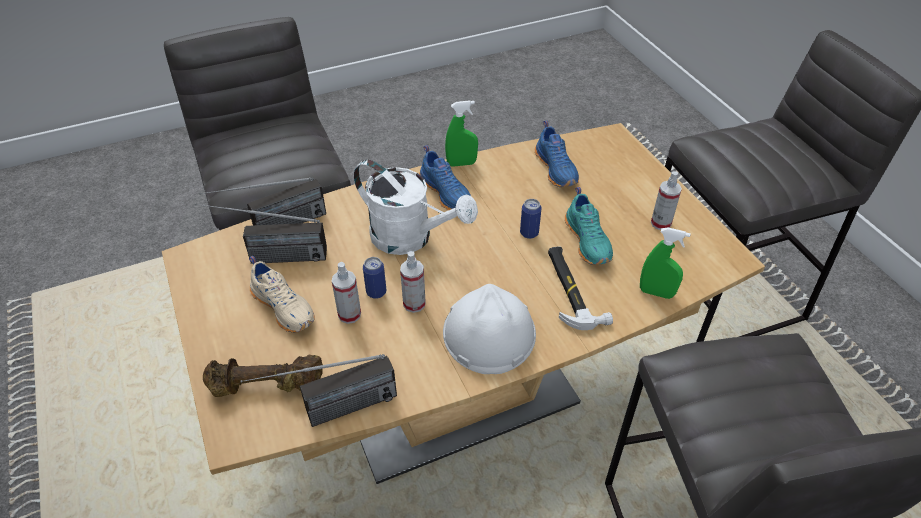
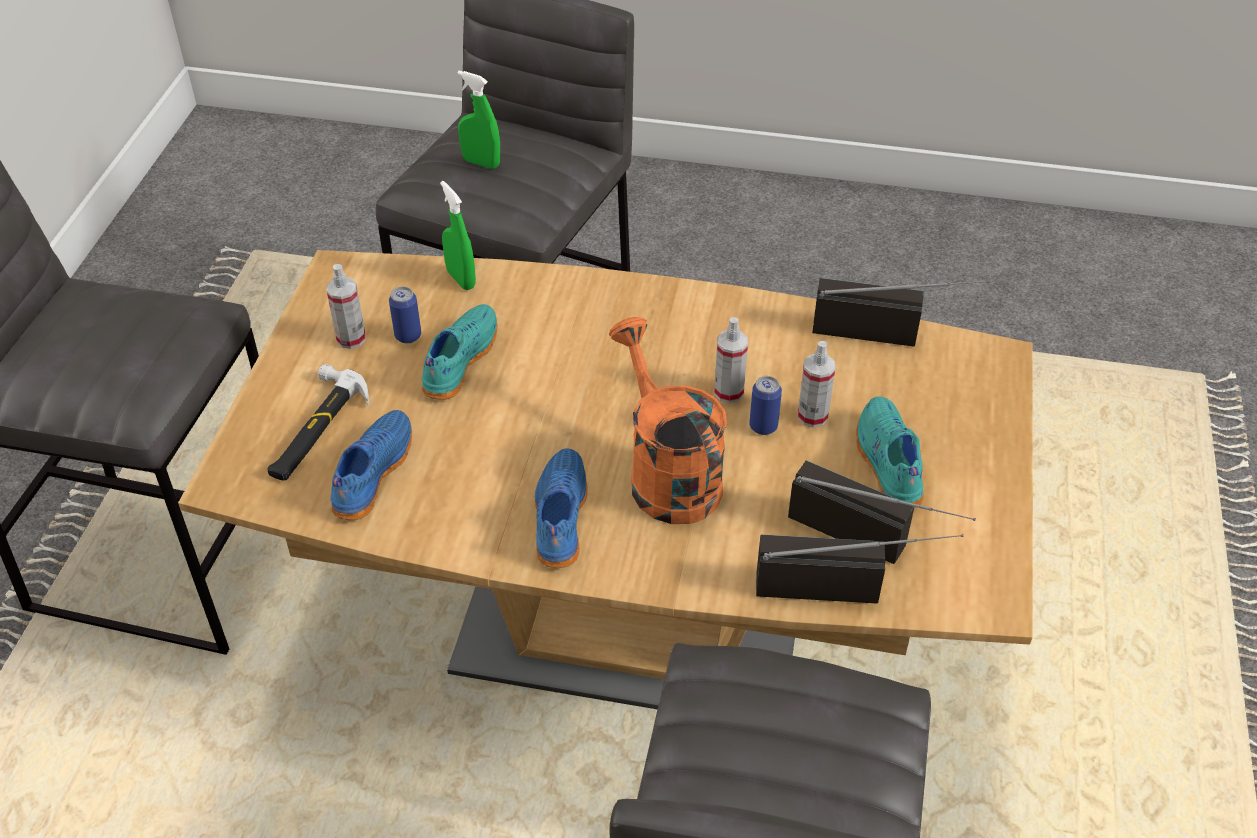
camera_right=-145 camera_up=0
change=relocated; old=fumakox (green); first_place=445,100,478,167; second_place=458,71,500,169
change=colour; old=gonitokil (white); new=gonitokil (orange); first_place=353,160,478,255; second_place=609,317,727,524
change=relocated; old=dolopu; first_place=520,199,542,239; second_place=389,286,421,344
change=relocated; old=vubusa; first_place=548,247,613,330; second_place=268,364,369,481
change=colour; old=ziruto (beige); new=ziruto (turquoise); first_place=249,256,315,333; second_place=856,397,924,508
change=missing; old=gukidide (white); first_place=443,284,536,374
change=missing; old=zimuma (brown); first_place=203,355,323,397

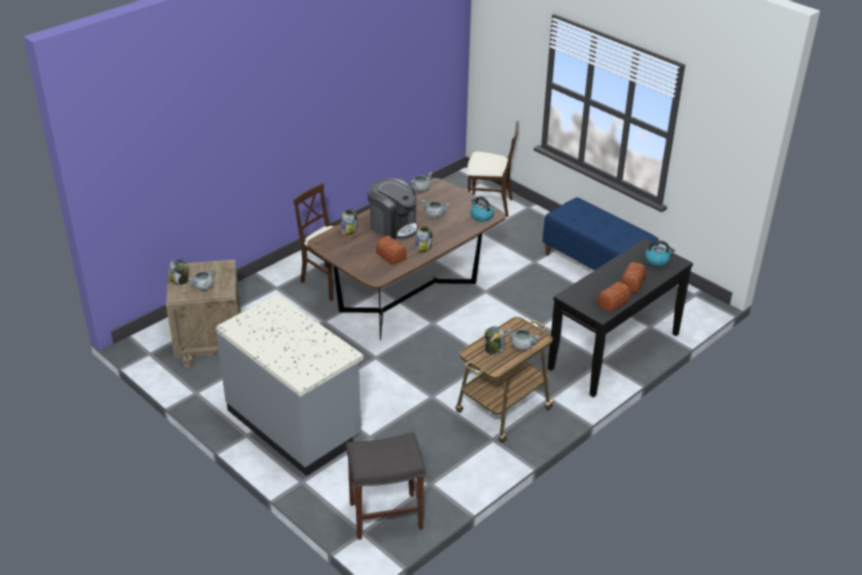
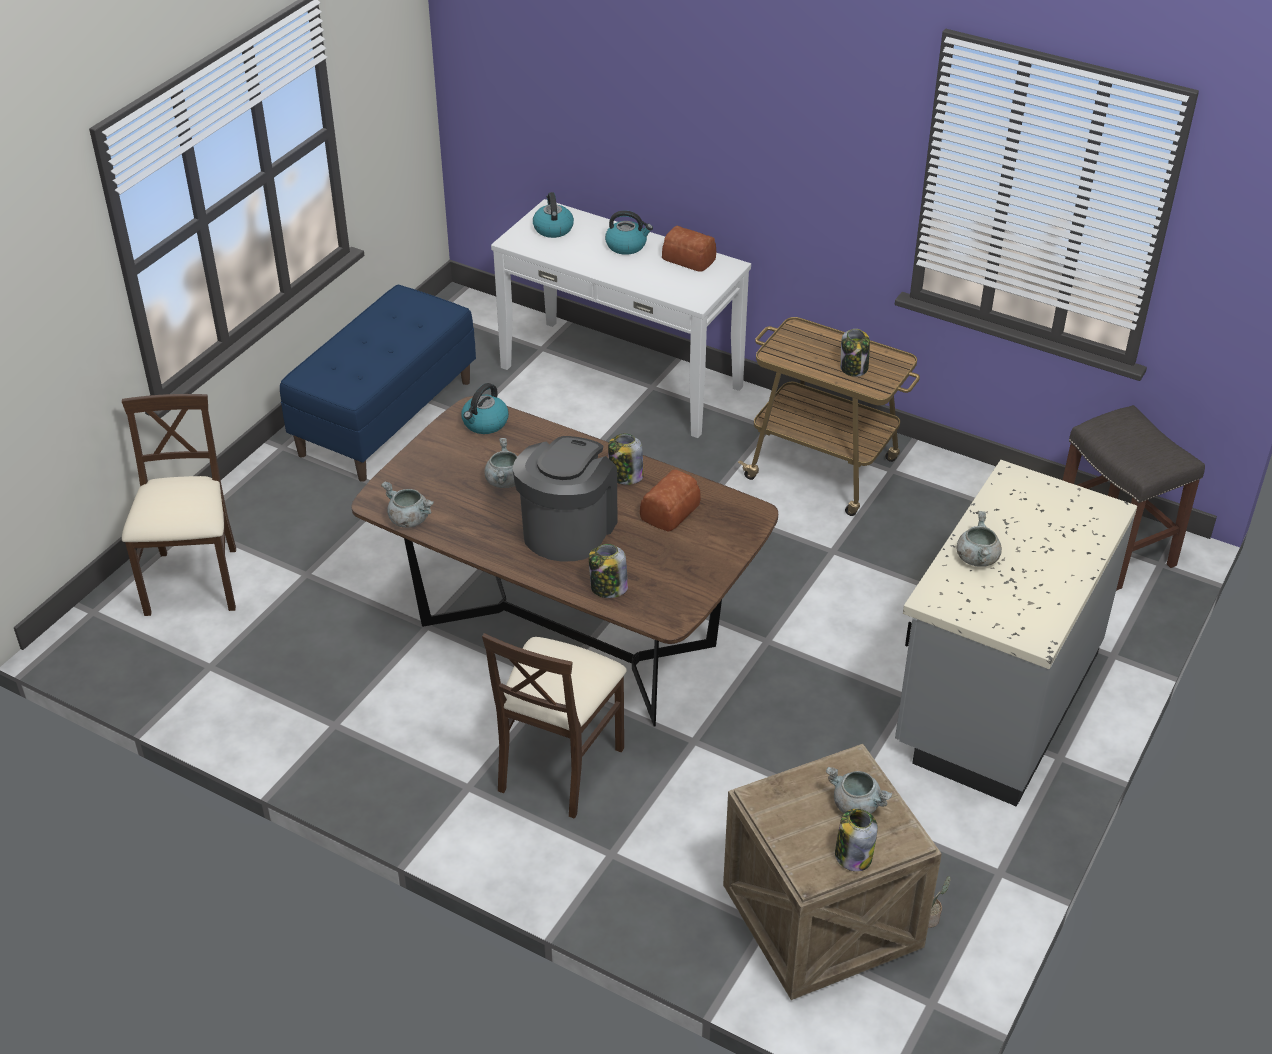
camera_right=-105 camera_up=5
change=colour; old=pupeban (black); new=pupeban (white); first_place=548,239,693,397; second_place=491,199,751,438
change=exchanged; old=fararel; new=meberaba; first_place=620,262,646,292; second_place=605,210,653,255
change=relocated; old=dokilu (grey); first_place=507,329,539,350; second_place=957,511,1002,567

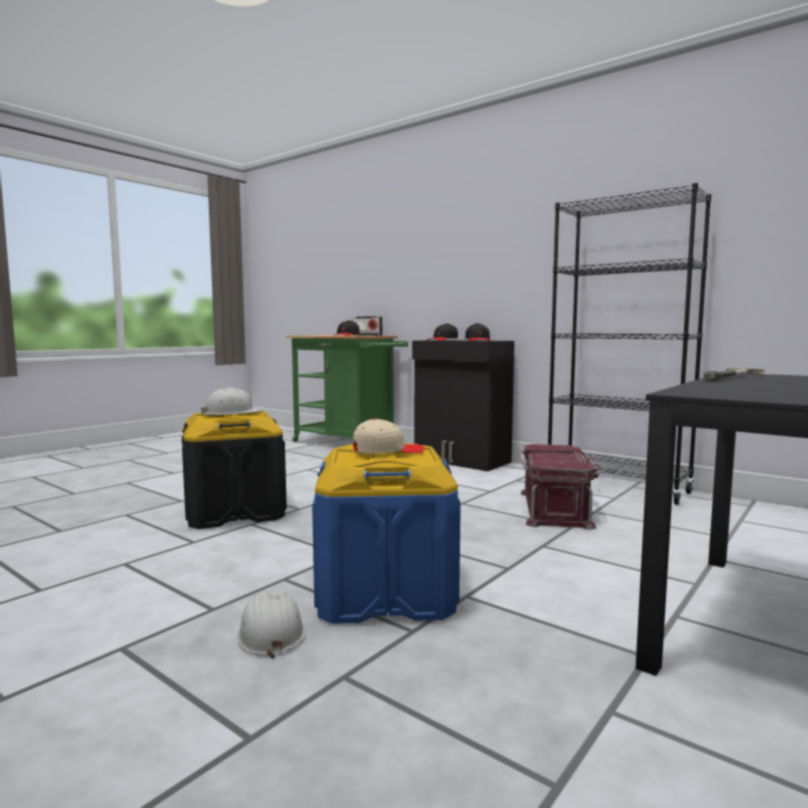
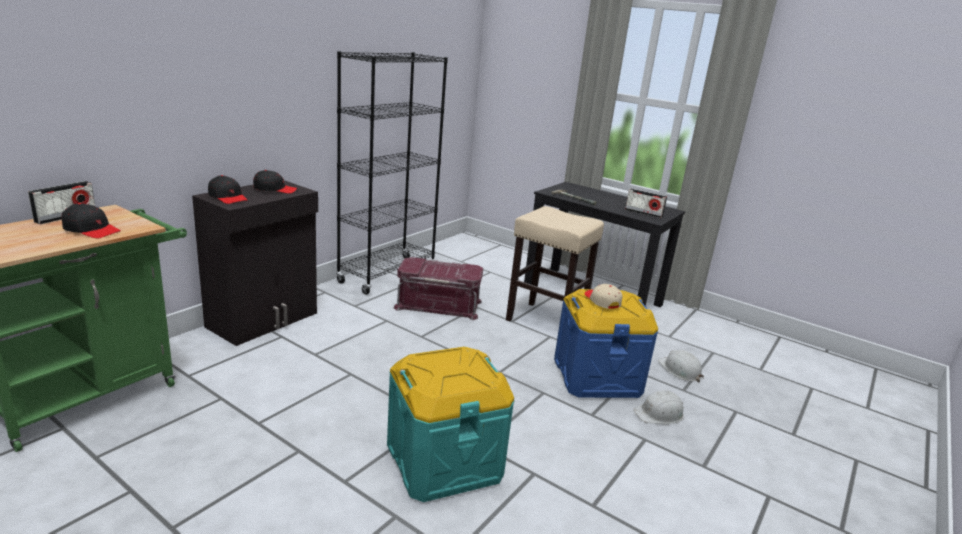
camera_right=-95 camera_up=15
change=relocated; old=gukidide (white); first_place=201,388,262,415; second_place=658,350,704,382
change=colour; old=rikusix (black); new=rikusix (turquoise); first_place=182,410,287,529; second_place=387,347,514,502
change=appeared; new=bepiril; second_place=625,189,667,218
change=appeared; new=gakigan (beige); second_place=506,206,604,322

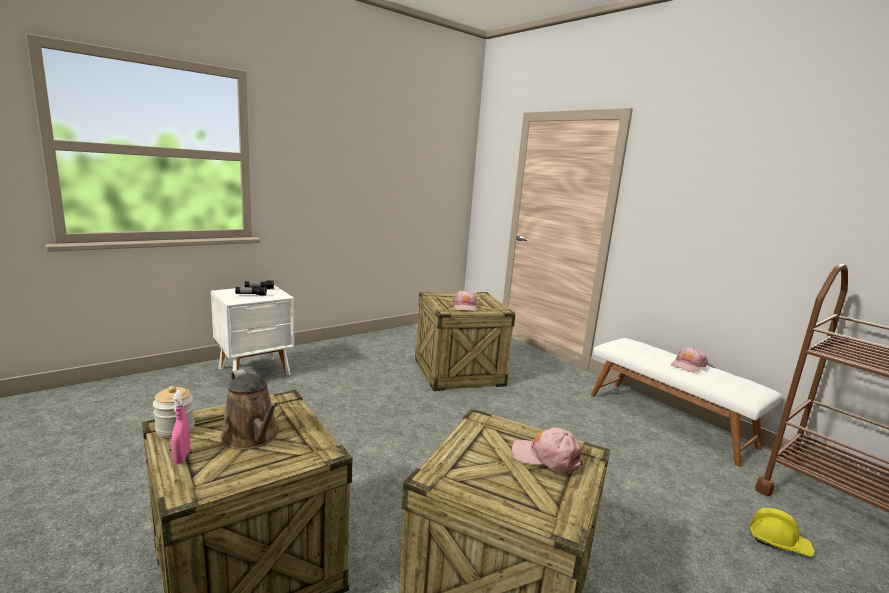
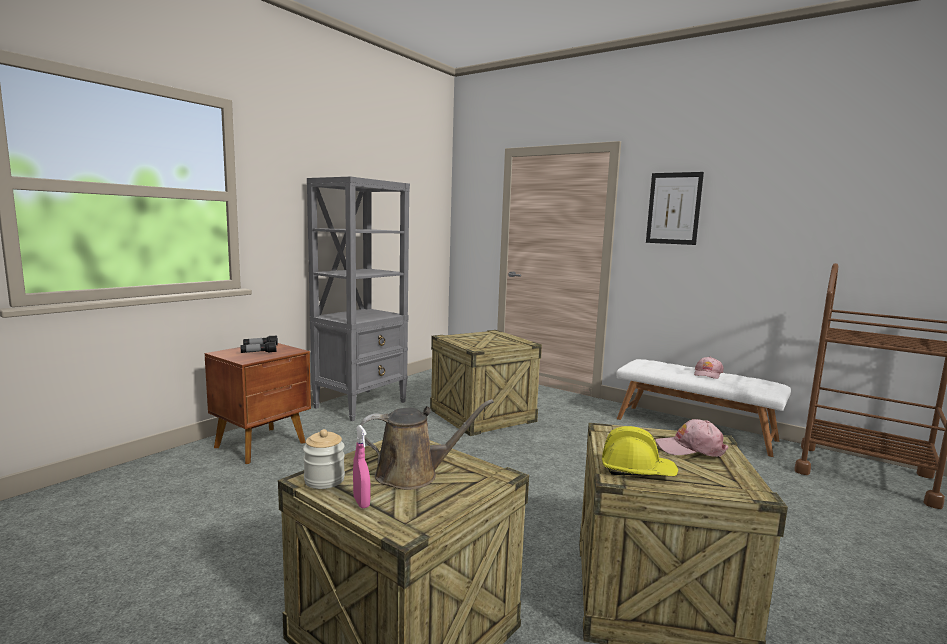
camera_right=-15 camera_up=-5
change=colour; old=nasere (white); new=nasere (brown); first_place=211,285,295,376; second_place=205,343,311,464
change=missing; old=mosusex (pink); first_place=452,290,477,312
change=spun; old=gonitokil (brown); first_place=220,369,279,450; second_place=360,399,494,490; degrees=-45
change=relocated; old=gukidide (yellow); first_place=750,508,815,557; second_place=602,426,678,476
change=appeared; new=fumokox; second_place=646,172,704,245
change=appeared; new=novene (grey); second_place=307,176,410,421

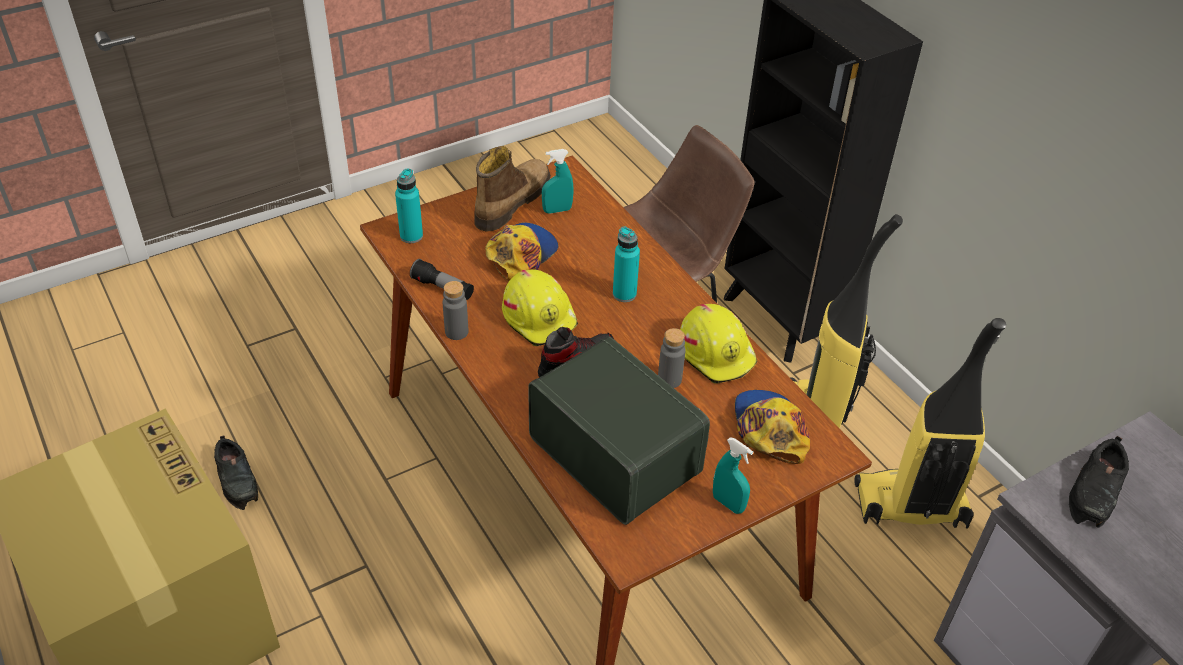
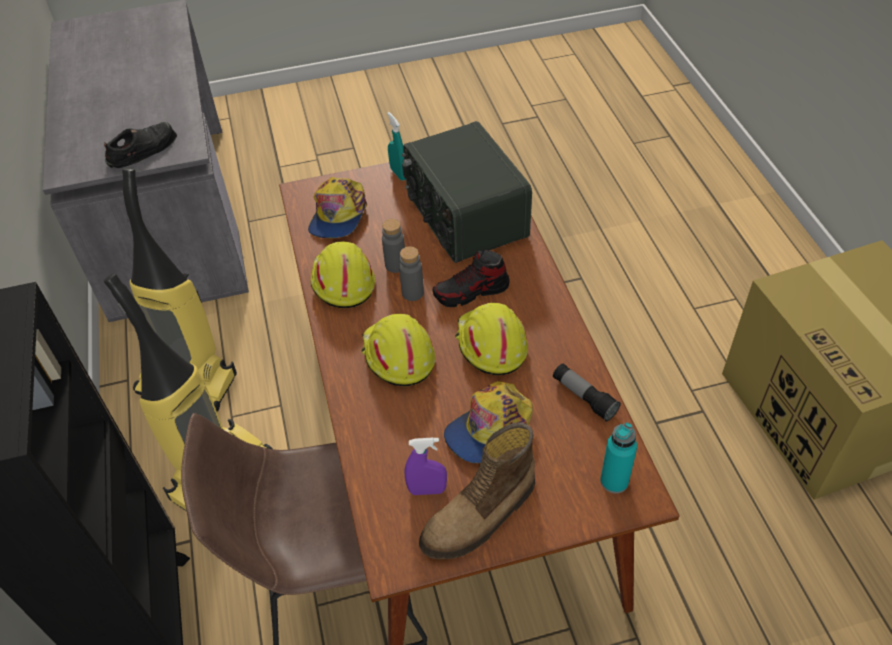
camera_right=-160 camera_up=5
change=colour; old=fumakox (turquoise); new=fumakox (purple); first_place=542,149,574,214; second_place=404,438,447,495
change=exchanged; old=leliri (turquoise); new=gukidide (yellow); first_place=613,227,640,302; second_place=361,314,435,386
change=relocated; old=leliri (grey); first_place=443,281,468,340; second_place=399,246,424,301
change=missing; old=ziruto (black); first_place=214,436,258,510

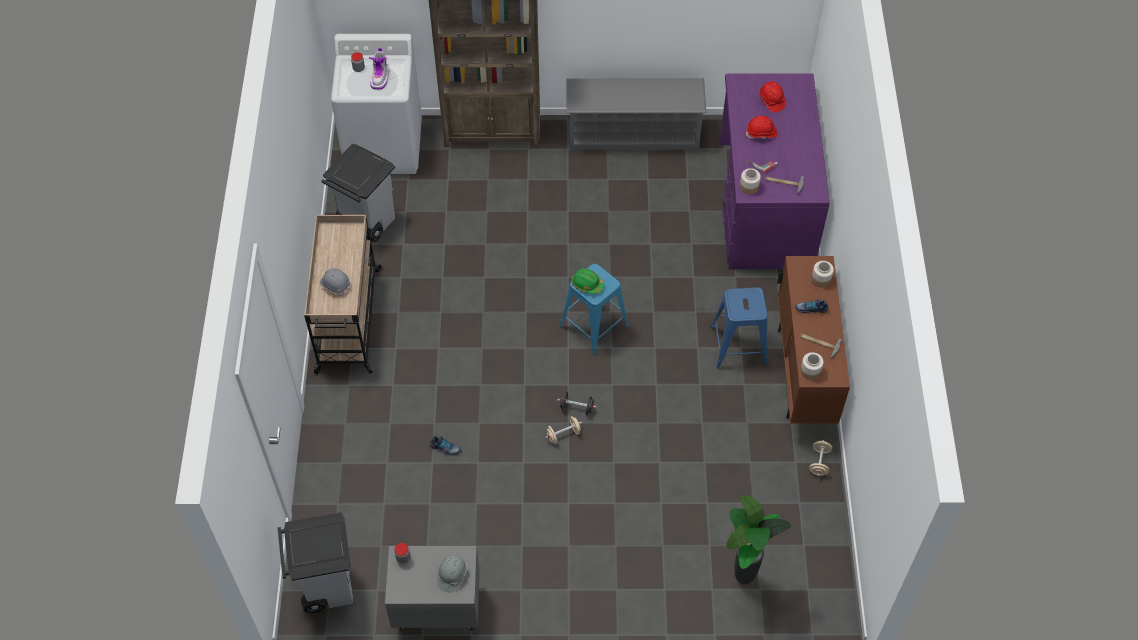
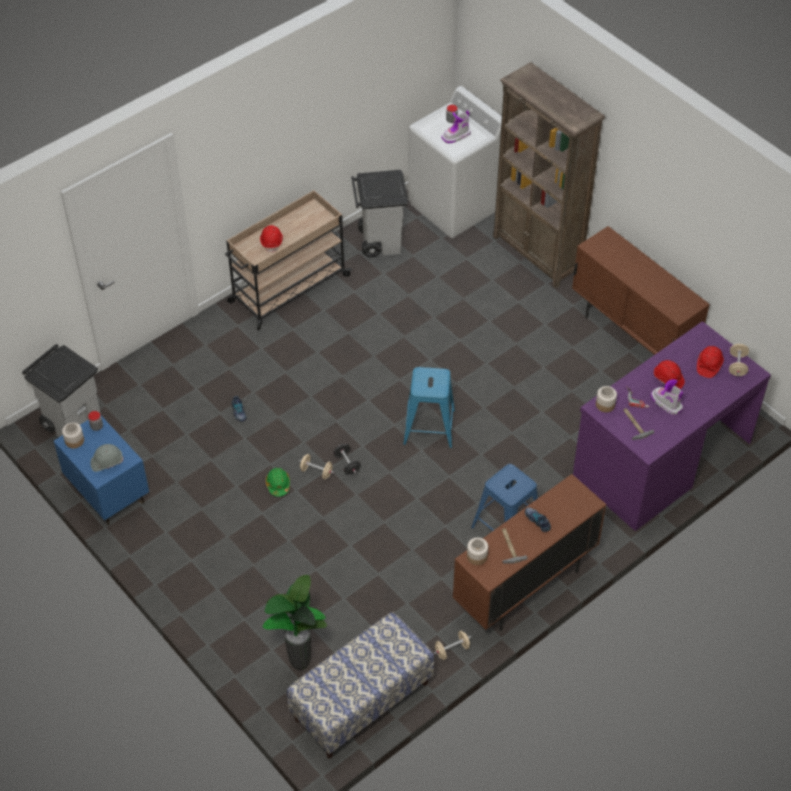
camera_right=50 camera_up=-5
change=exchanged; old=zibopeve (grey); new=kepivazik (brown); first_place=566,78,706,152; second_place=572,226,710,355
change=relocated; old=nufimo; first_place=811,261,834,287; second_place=62,422,84,448
change=colour; old=gukidide (grey); new=gukidide (red); first_place=320,268,350,296; second_place=260,225,283,253
change=relocated; old=gukidide (green); first_place=572,268,604,294; second_place=266,468,290,497
change=colour; old=nasere (grey); new=nasere (blue); first_place=385,546,480,631; second_place=54,416,149,525
change=appeared; new=zimuma (beige); second_place=729,344,749,376
change=appeared; new=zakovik; second_place=651,379,683,415
change=appeared; new=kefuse; second_place=287,612,434,759

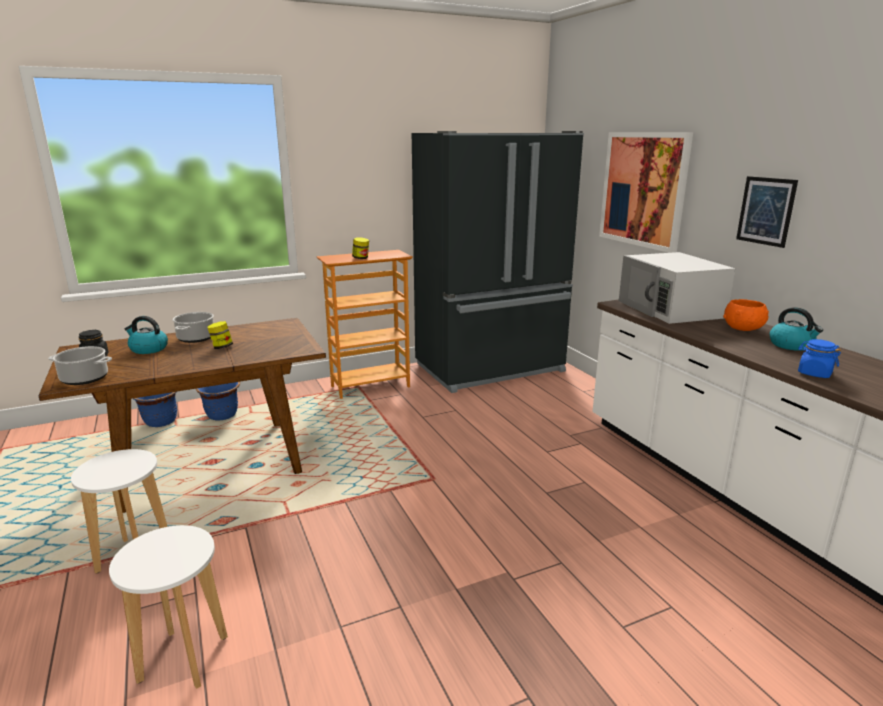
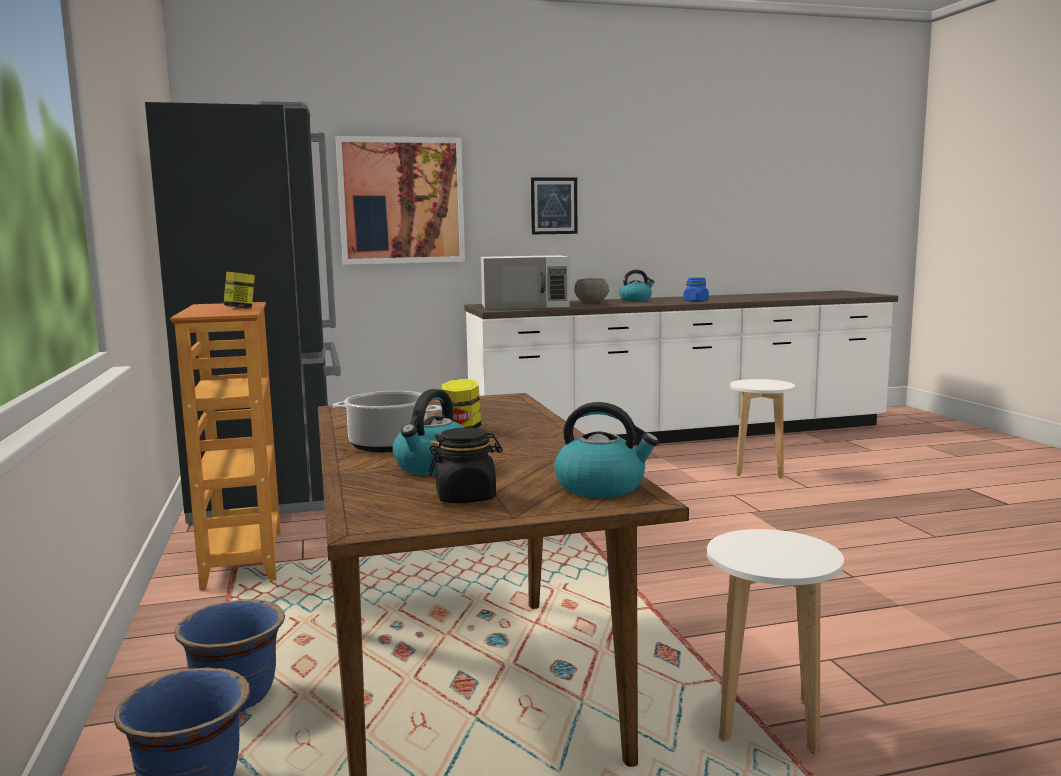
camera_right=-80 camera_up=-10
change=colour; old=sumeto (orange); new=sumeto (grey); first_place=723,299,769,331; second_place=574,278,609,302
change=exchanged; old=dokilu; new=meberaba; first_place=48,346,112,385; second_place=554,402,659,498
change=relocated; old=gakigan (white); first_place=109,525,228,689; second_place=730,379,795,478

